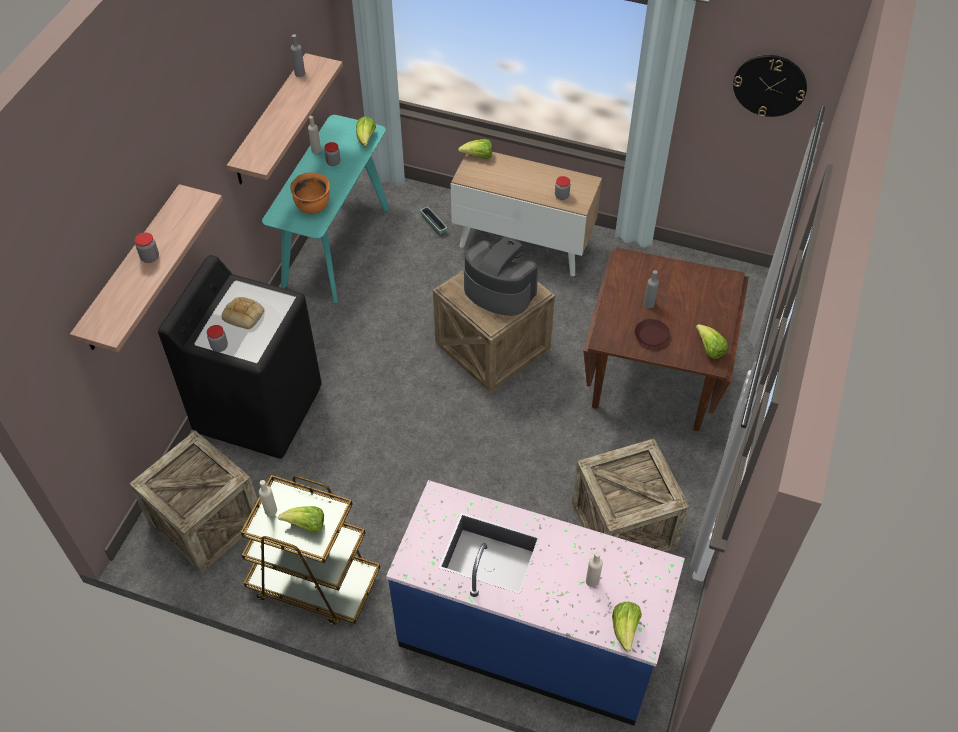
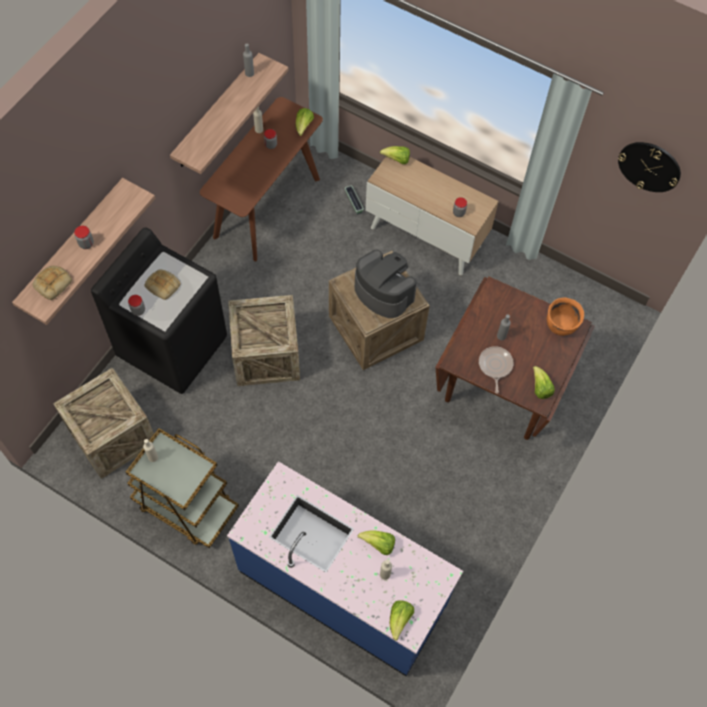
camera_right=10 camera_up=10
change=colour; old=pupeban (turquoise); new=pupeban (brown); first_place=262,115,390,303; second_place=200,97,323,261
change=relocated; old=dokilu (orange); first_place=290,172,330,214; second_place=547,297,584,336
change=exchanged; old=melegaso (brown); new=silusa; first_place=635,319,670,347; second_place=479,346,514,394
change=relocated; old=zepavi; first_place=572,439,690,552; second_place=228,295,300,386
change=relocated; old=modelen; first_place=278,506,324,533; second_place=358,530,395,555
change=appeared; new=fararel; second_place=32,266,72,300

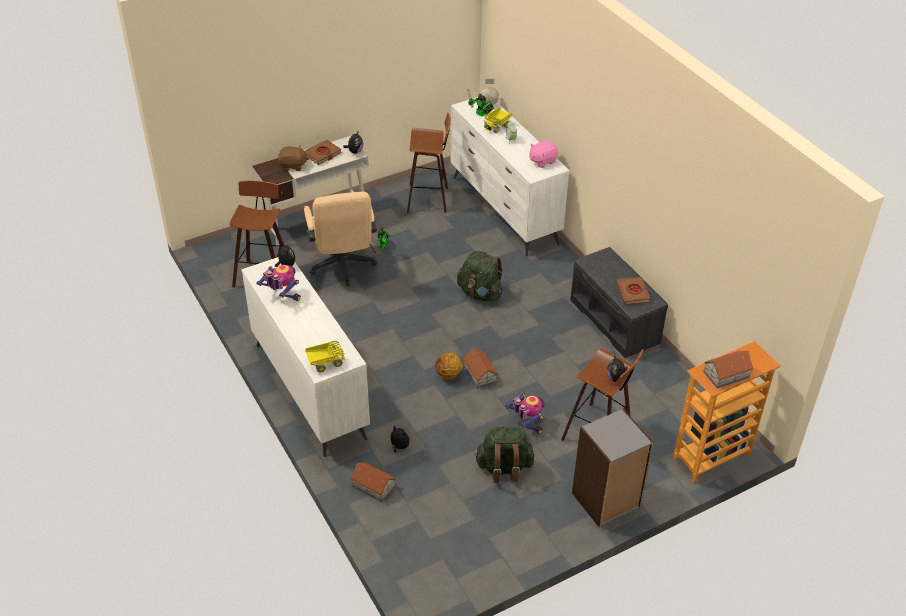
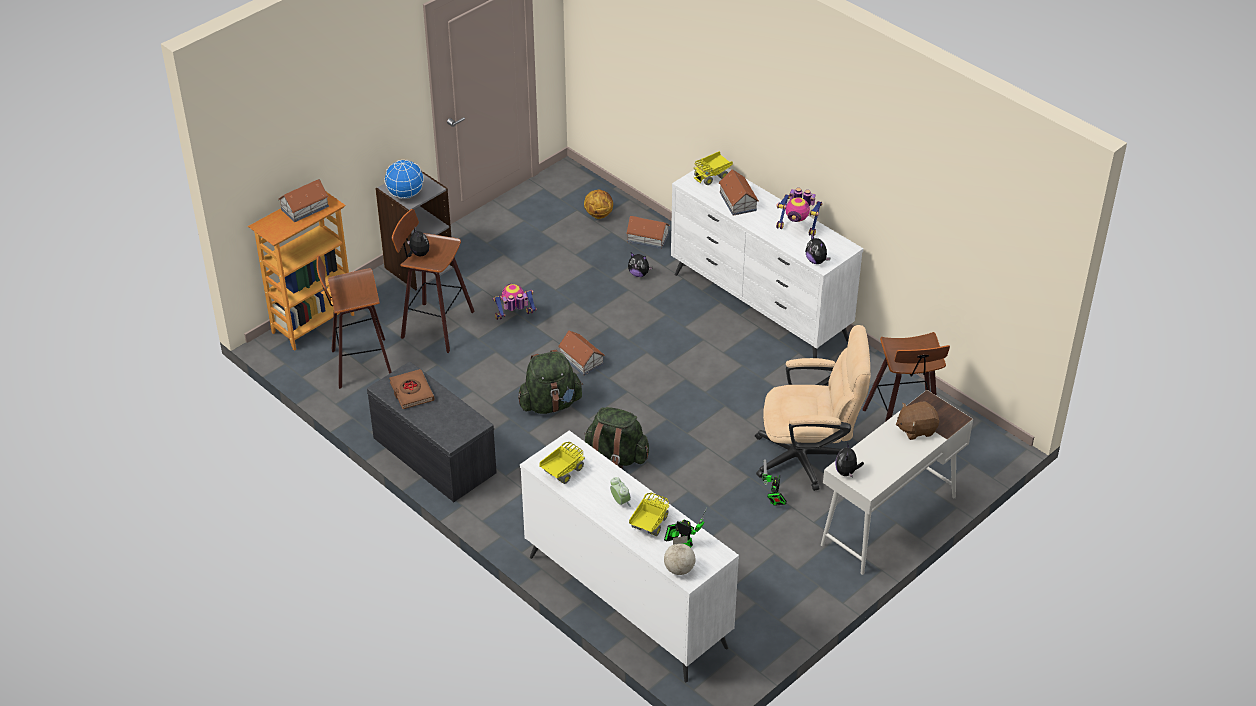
camera_right=165 camera_up=0
change=relocated; old=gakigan; first_place=407,113,451,214; second_place=316,256,392,389
change=missing; old=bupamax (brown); first_place=304,140,342,165
change=exchanged; old=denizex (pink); new=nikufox; first_place=530,140,558,168; second_place=539,442,585,484
change=spun; old=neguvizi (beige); first_place=304,192,377,286; second_place=755,325,871,491; degrees=120
change=relocated; old=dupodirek; first_place=435,353,463,380; second_place=584,189,613,219
change=spun; old=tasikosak; first_place=505,393,545,434; second_place=493,284,537,320; degrees=120
change=relocated; old=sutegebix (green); first_place=474,427,535,482; second_place=518,350,583,414
change=appeared; new=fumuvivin; second_place=384,160,424,199
change=appeared; new=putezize; second_place=719,169,759,216

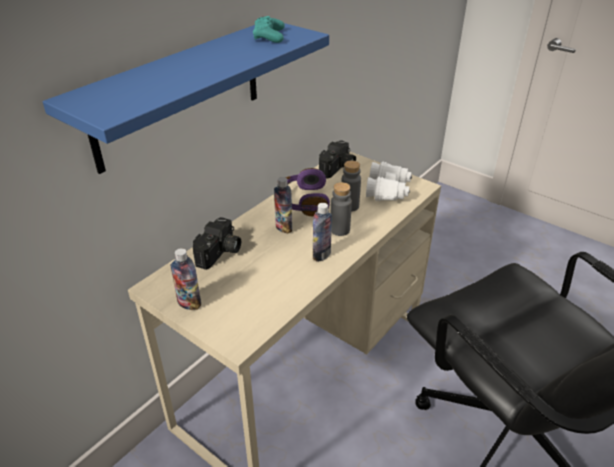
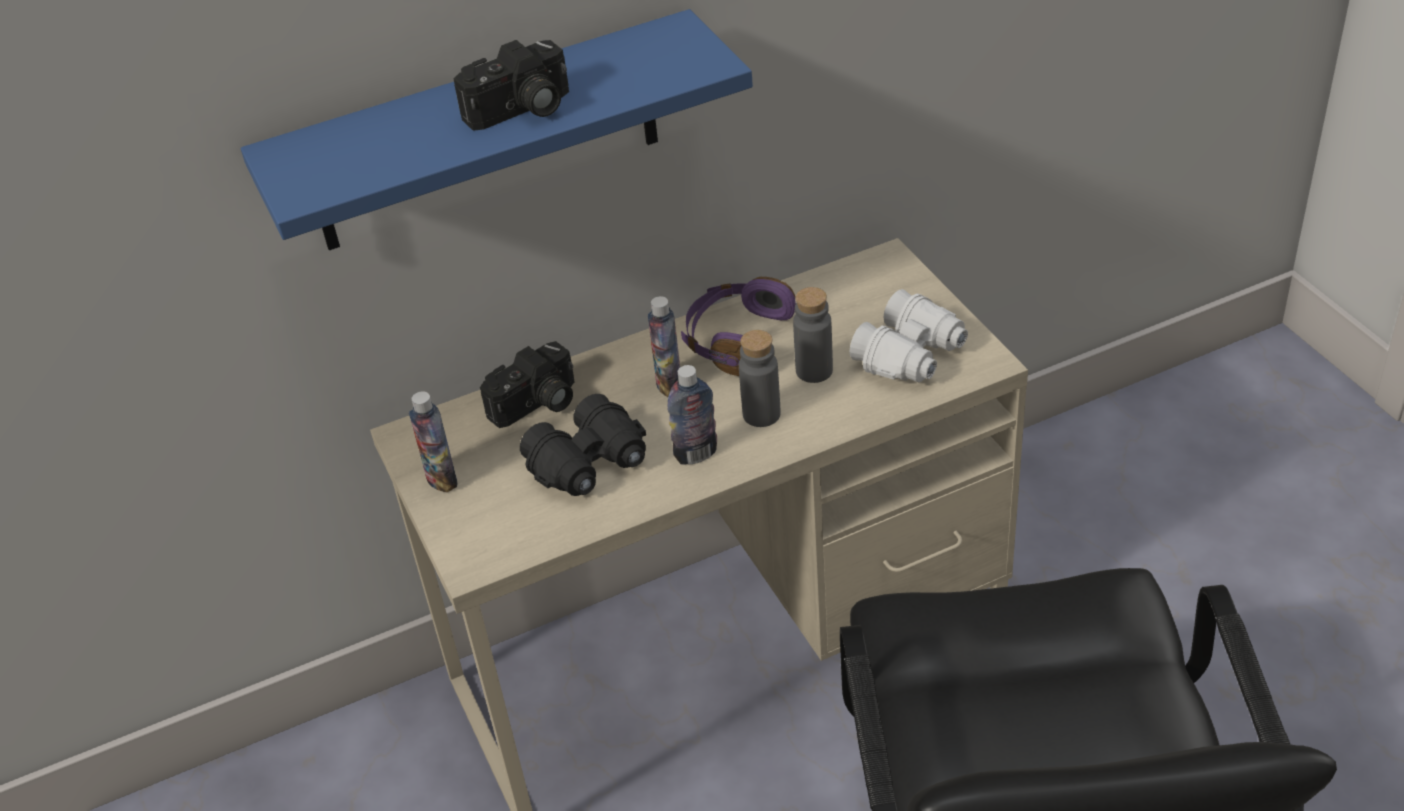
camera_right=30 camera_up=5
change=missing; old=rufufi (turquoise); first_place=253,16,285,43
change=relocated; old=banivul; first_place=319,141,356,179; second_place=453,40,569,131
change=appeared; new=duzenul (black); second_place=520,394,646,496

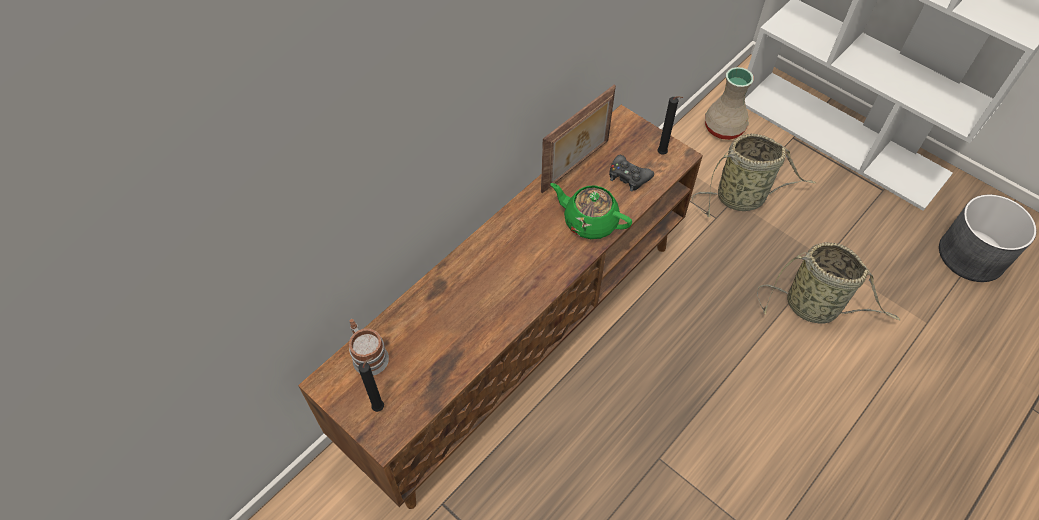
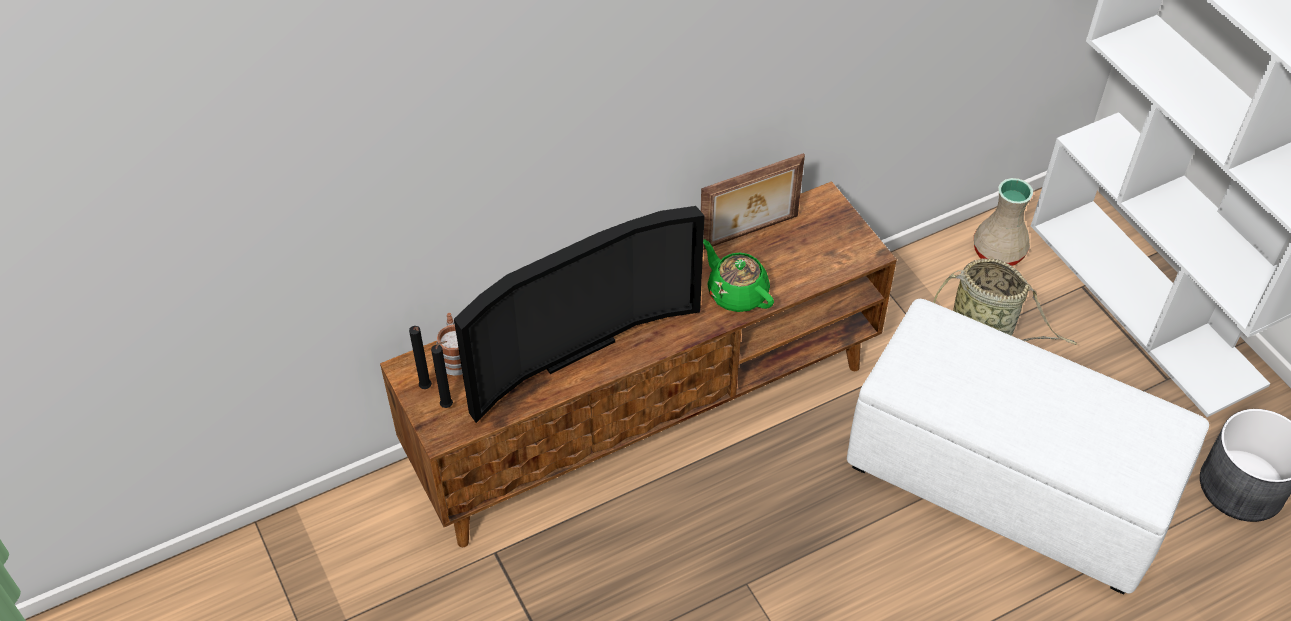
camera_right=20 camera_up=-5
change=relocated; old=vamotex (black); first_place=657,96,684,154; second_place=409,326,432,389
change=missing; old=rufufi (black); first_place=609,155,654,192
change=exchanged; old=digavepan; new=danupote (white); first_place=757,242,900,323; second_place=847,299,1209,595
change=appeared; new=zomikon; second_place=454,206,705,423

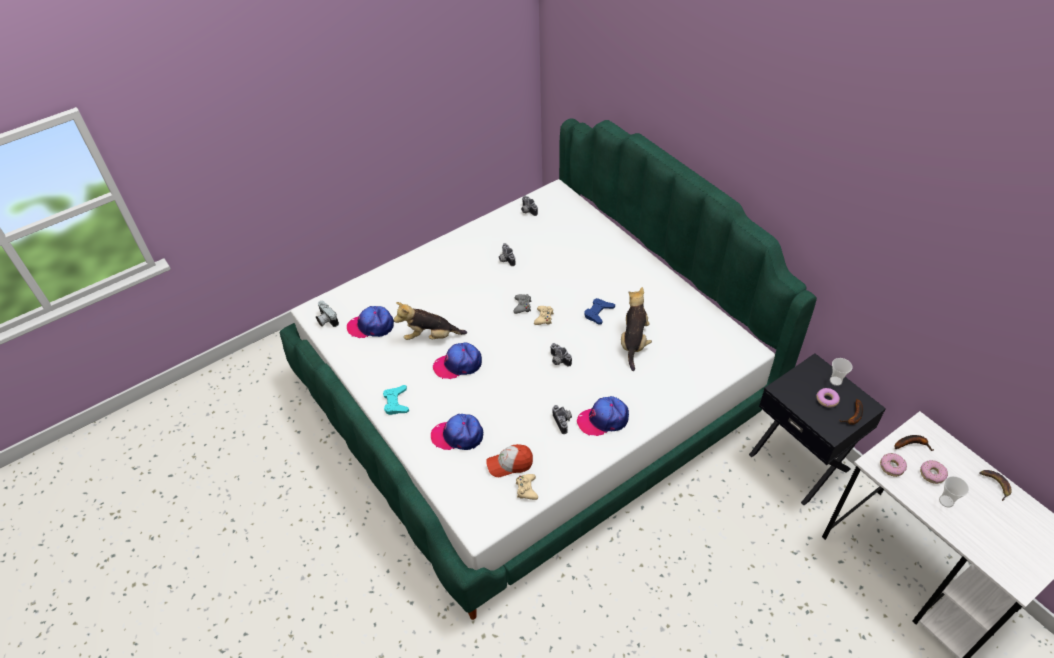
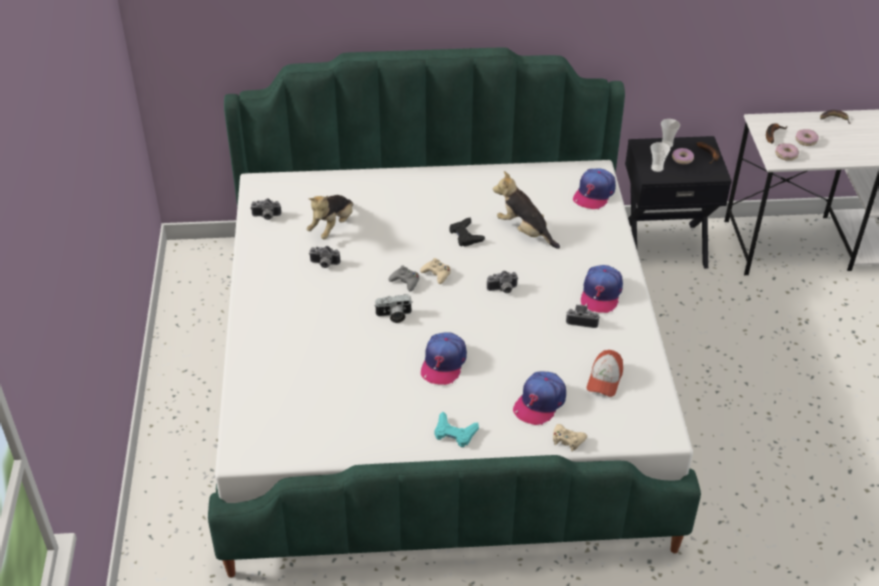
camera_right=-60 camera_up=-5
change=colour; old=rufufi (blue); new=rufufi (black); first_place=584,298,615,325; second_place=450,217,485,247
change=relocated; old=banivul; first_place=316,301,339,327; second_place=375,294,412,323
change=relocated; old=denizex; first_place=394,302,467,340; second_place=306,195,354,239
change=relocated; old=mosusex; first_place=347,306,394,338; second_place=573,169,616,209
change=relocated; old=rufufi (beige); first_place=516,474,538,500; second_place=553,424,587,451
change=relocated; old=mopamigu; first_place=939,476,969,508; second_place=650,142,670,172

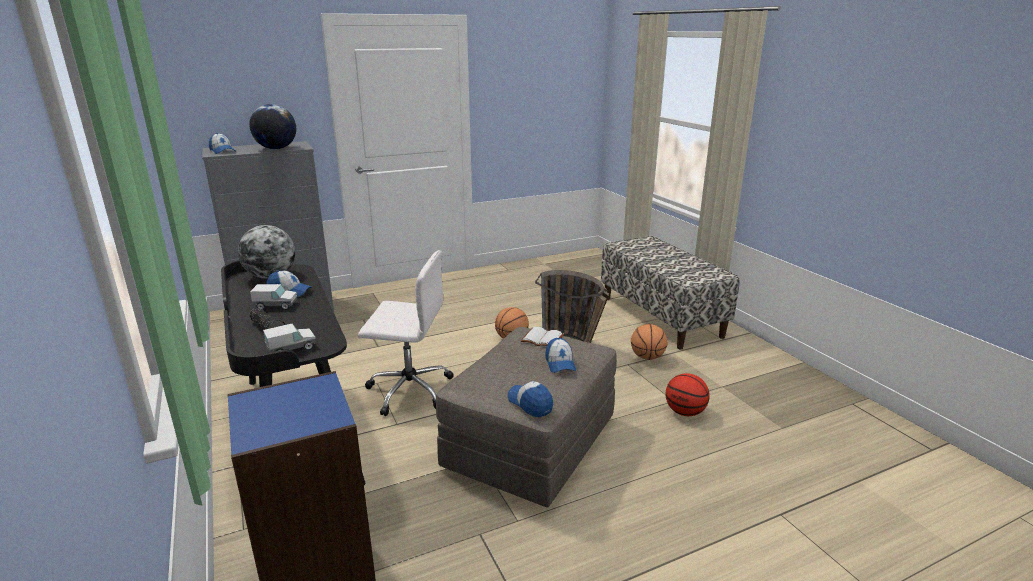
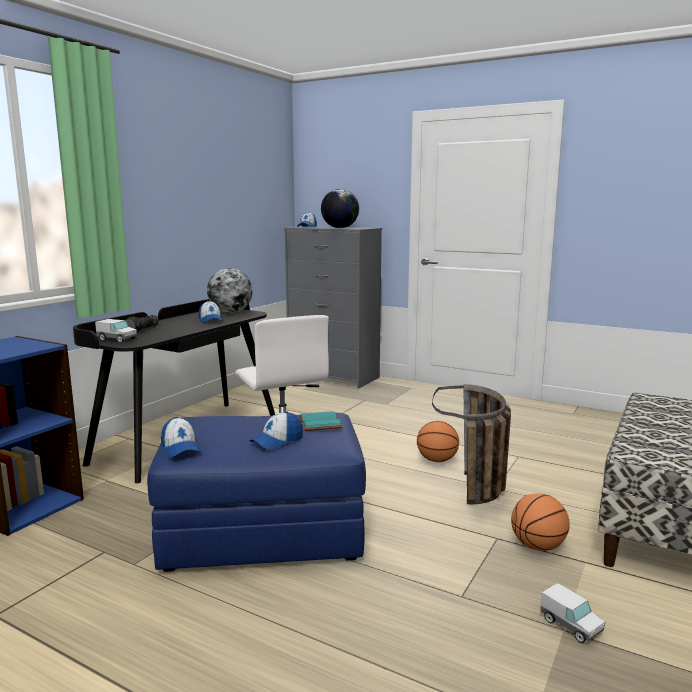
camera_right=55 camera_up=-10
change=relocated; old=nikufox; first_place=250,284,297,310; second_place=540,583,605,643
change=colour; old=danupote (grey); new=danupote (blue); first_place=436,327,617,508; second_place=147,413,366,572
change=colour; old=bupamax (white); new=bupamax (turquoise); first_place=521,327,564,346; second_place=299,411,342,431
change=missing; old=dupodirek; first_place=666,373,710,416
change=spun; old=mosusex; first_place=508,381,553,417; second_place=161,417,201,458; degrees=135

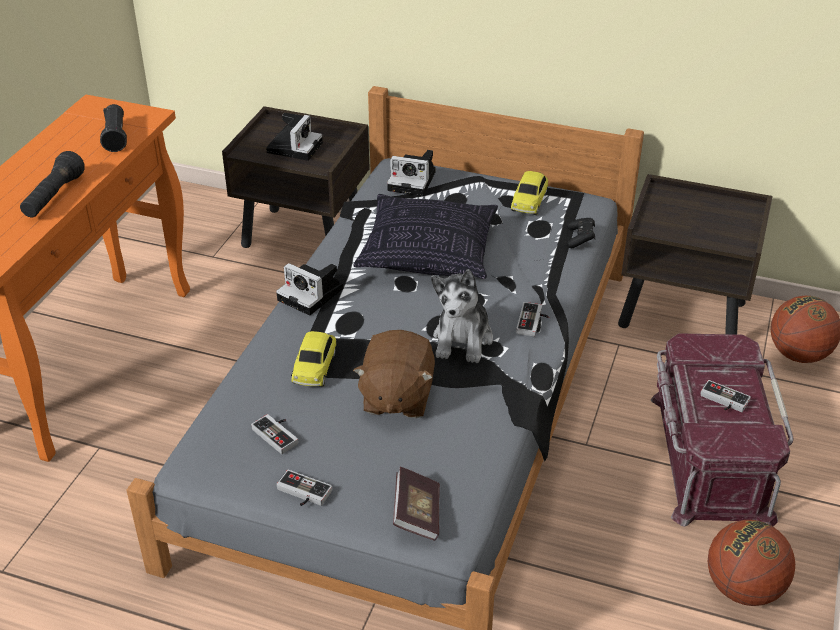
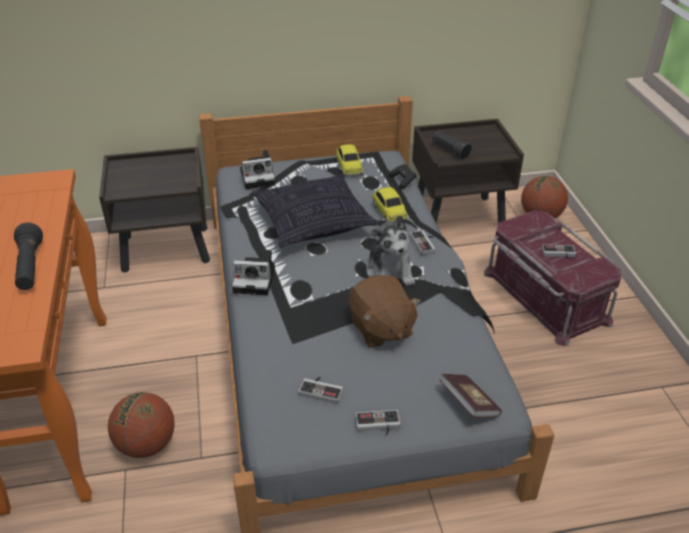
camera_right=-30 camera_up=0
change=relocated; old=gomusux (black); first_place=100,104,127,152; second_place=432,131,472,159
change=missing; old=banivul; first_place=266,113,323,161
change=relocated; old=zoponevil; first_place=292,331,336,387; second_place=372,187,408,222
change=relocated; old=dupodirek; first_place=708,520,795,606; second_place=108,392,175,458

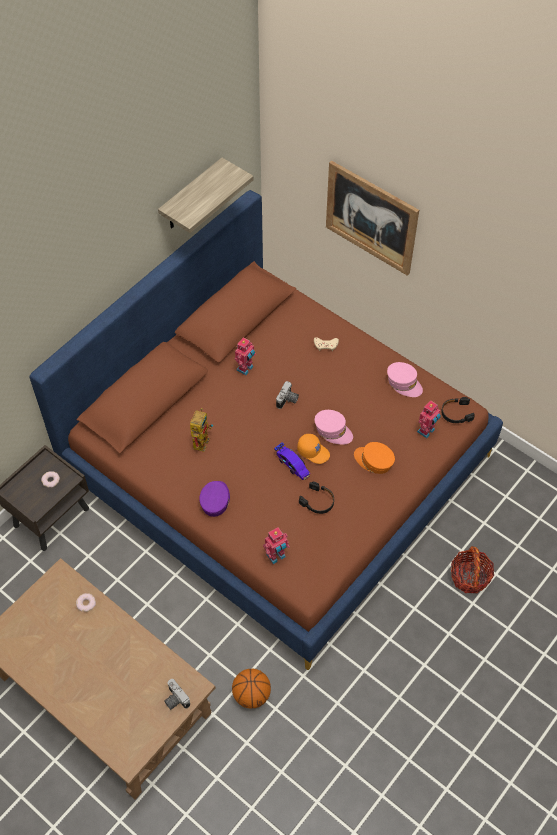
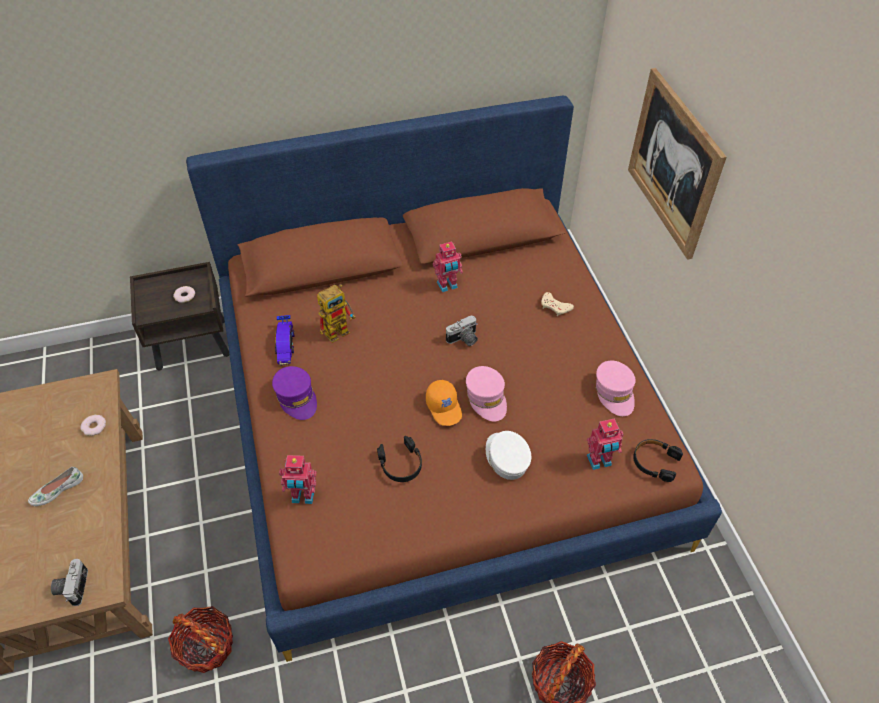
camera_right=35 camera_up=-5
change=missing; old=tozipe; first_place=158,158,253,233
change=colour; old=mosusex (orange); new=mosusex (white); first_place=354,442,395,474; second_place=486,431,531,480
change=relocated; old=zoponevil; first_place=274,443,311,480; second_place=275,315,295,366
change=spun; old=mosusex (purple); first_place=199,481,230,517; second_place=272,366,317,420; degrees=105
change=exchanged; old=dupodirek; new=digavepan; first_place=232,669,271,708; second_place=168,606,233,673
change=appeared; new=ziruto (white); second_place=28,467,83,506

